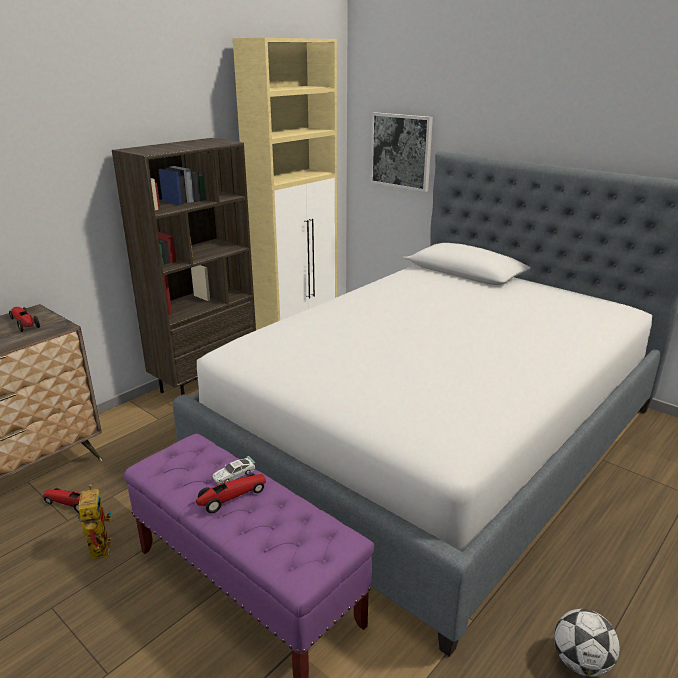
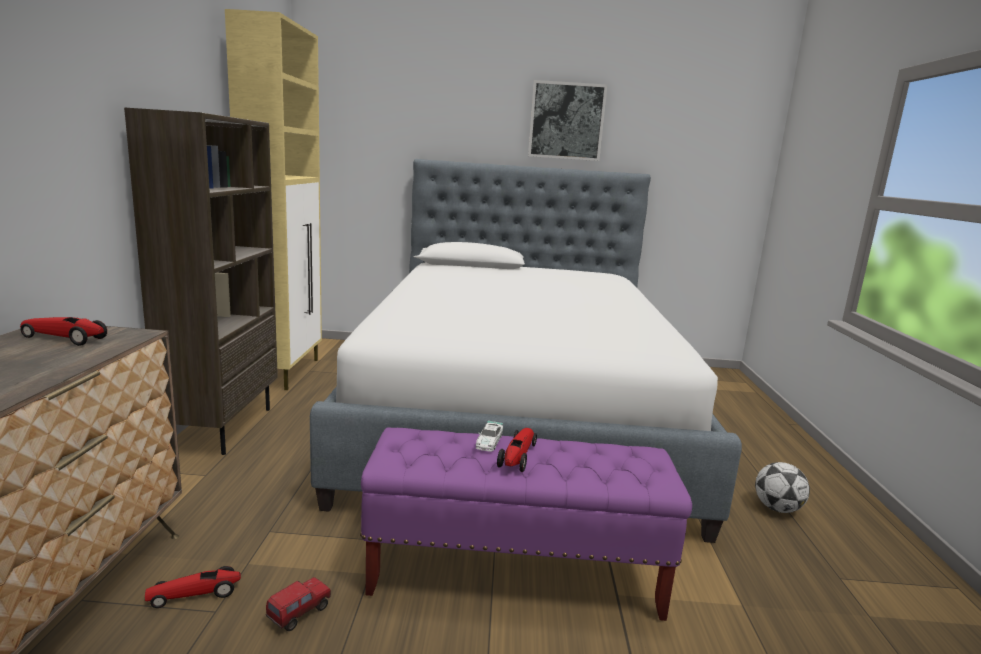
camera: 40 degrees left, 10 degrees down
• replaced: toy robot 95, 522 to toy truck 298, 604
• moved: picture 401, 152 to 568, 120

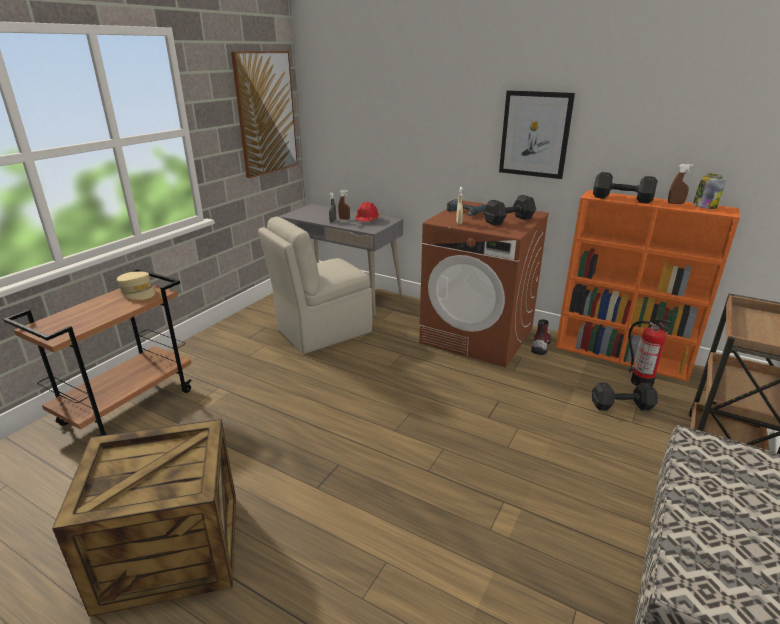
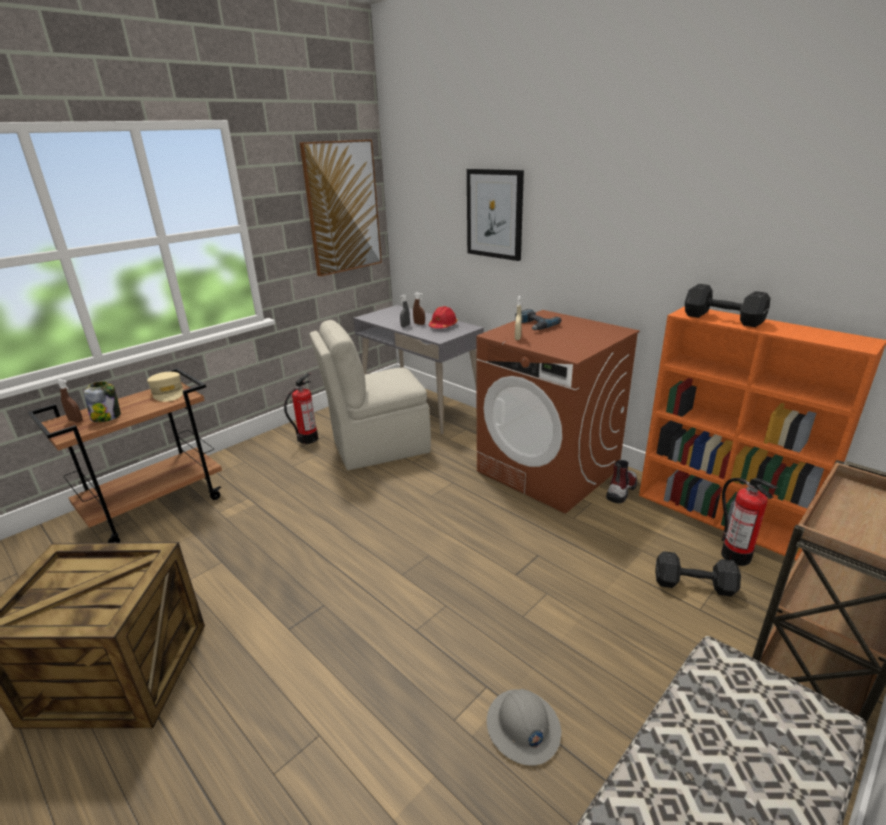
camera: 15 degrees right, 0 degrees up
• moved: brown spray bottle 680, 184 to 70, 400
• moved: jar 709, 191 to 102, 401
• added: fire extinguisher 301, 408
• moved: picture 537, 134 to 495, 215
• added: grey hard hat 524, 727
• removed: black dumbbell 509, 210

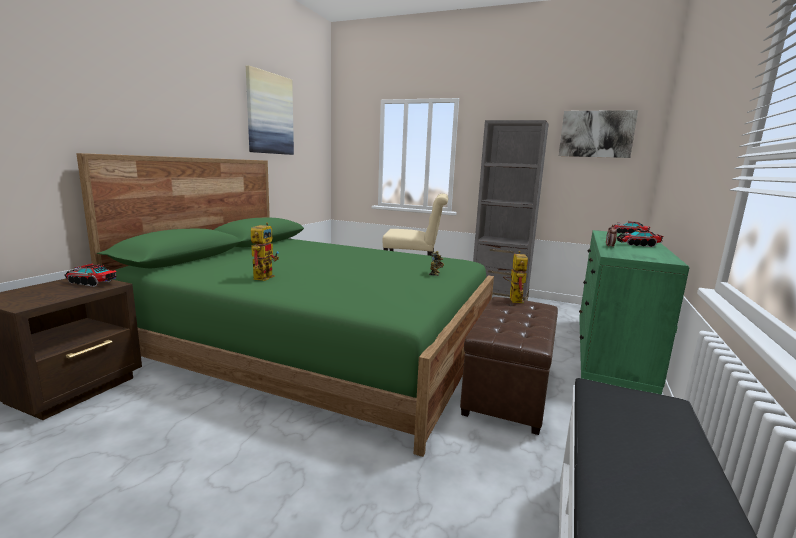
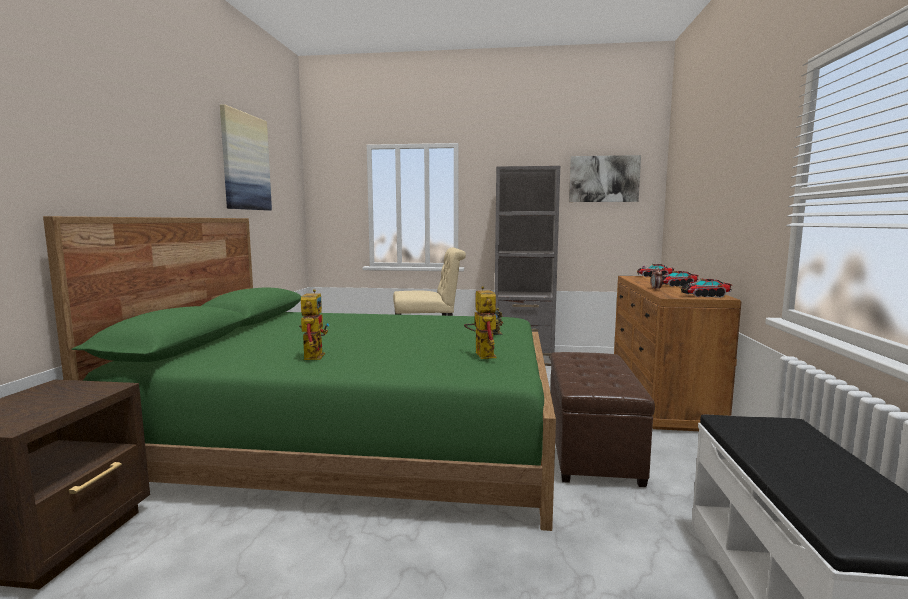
camera: 15 degrees left, 5 degrees down
• moved: toy robot 515, 277 to 480, 322
• recoloured: green dresser 634, 312 to brown dresser 678, 353
• moved: toy truck 90, 275 to 706, 288

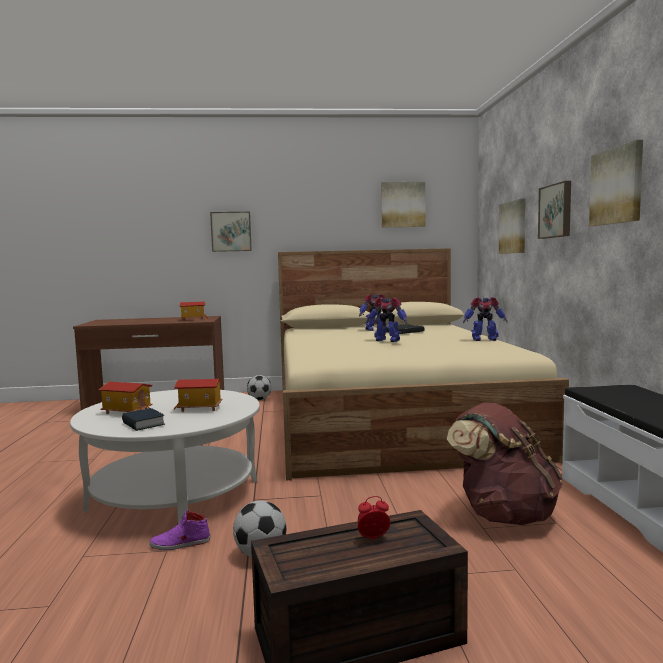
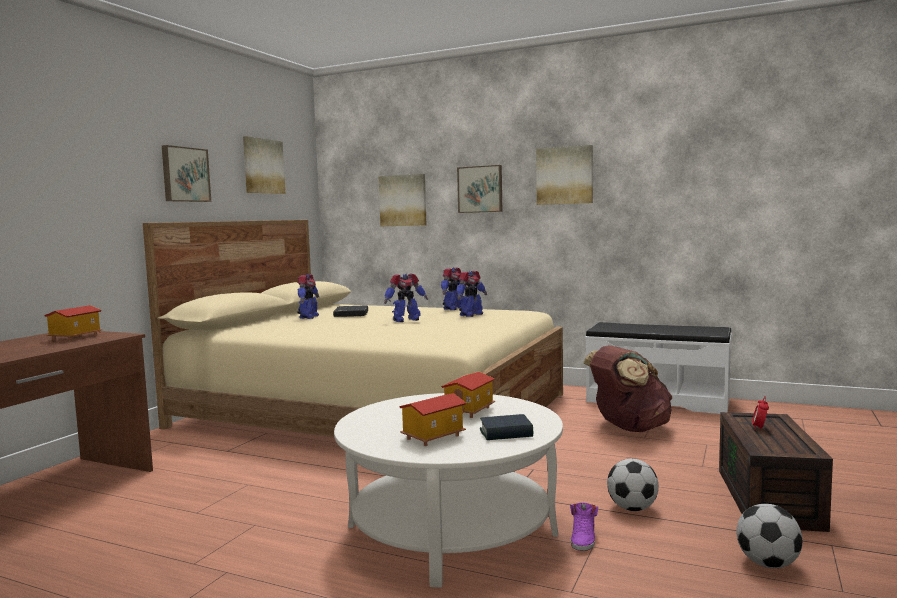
camera: 60 degrees left, 0 degrees up
• moved: picture 231, 232 to 186, 173
• added: toy robot 471, 294
• moved: football 259, 387 to 769, 536

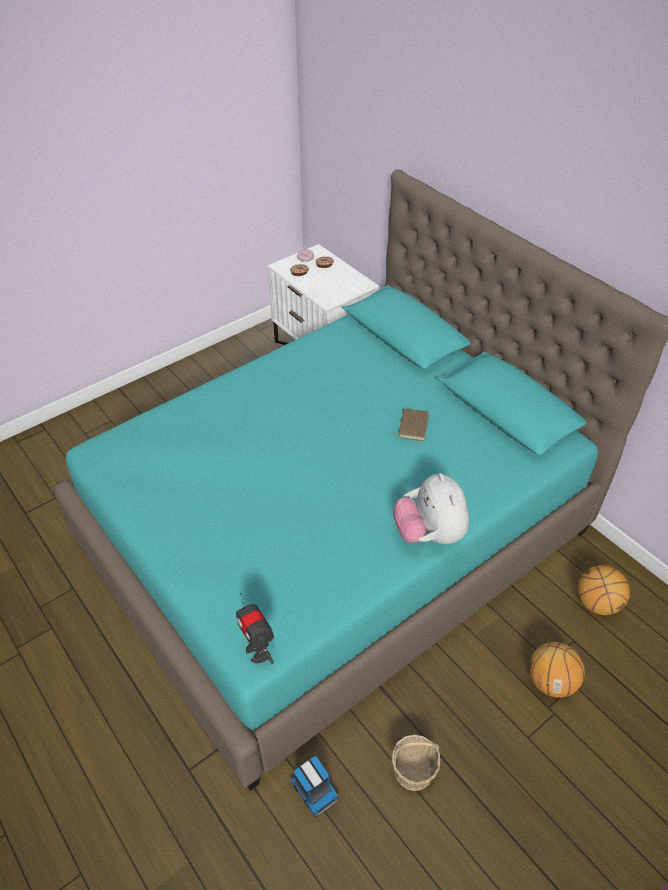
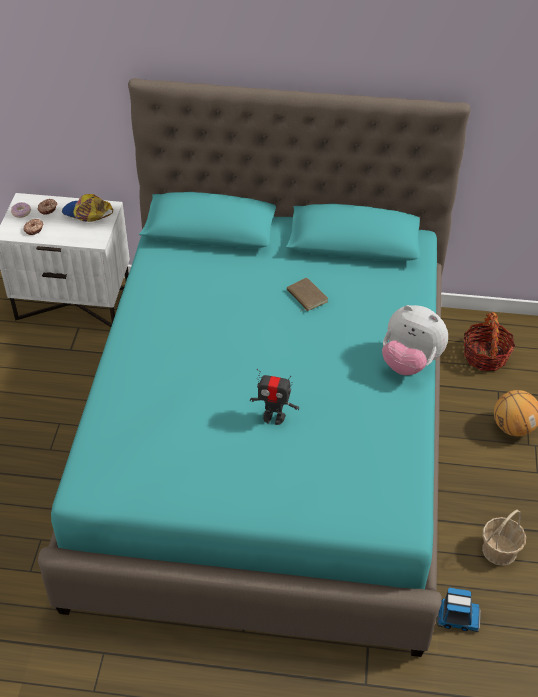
camera: 45 degrees left, 0 degrees up
• added: cap 87, 208
• moved: toy robot 255, 628 to 274, 397
• replaced: basketball 604, 590 to basket 489, 341

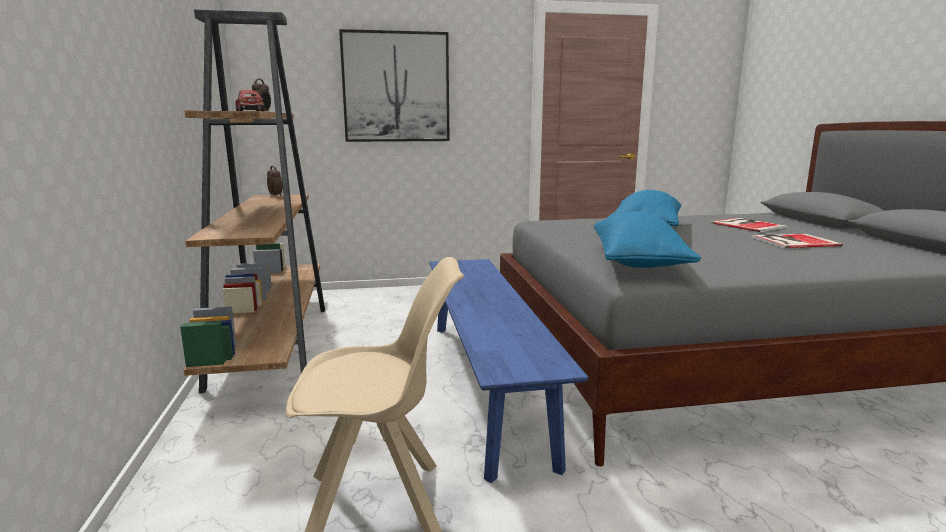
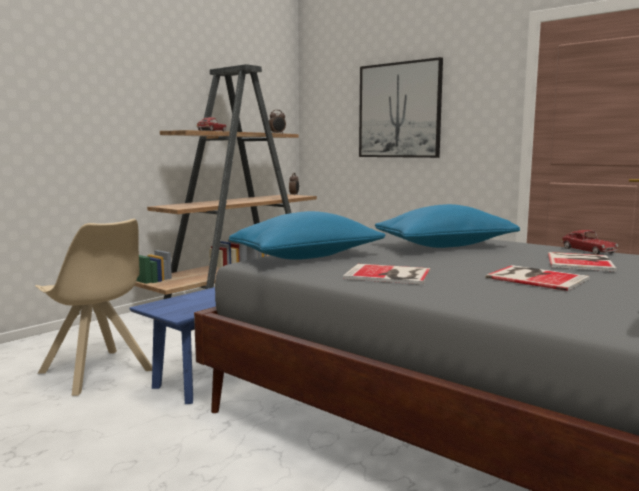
camera: 50 degrees right, 5 degrees down
• added: book 387, 274
• added: toy car 589, 242

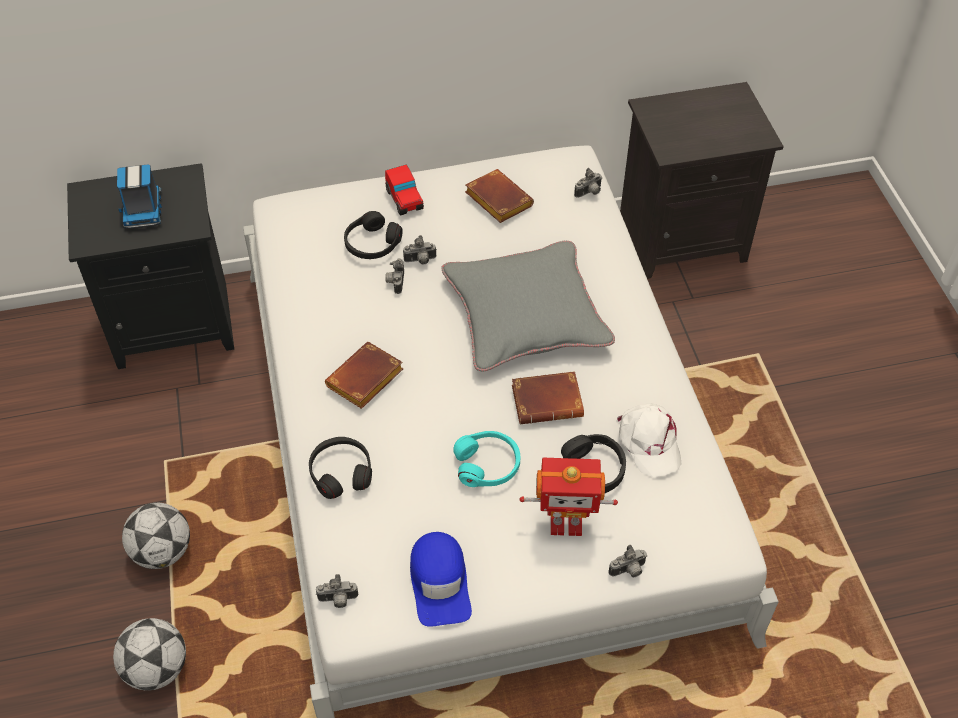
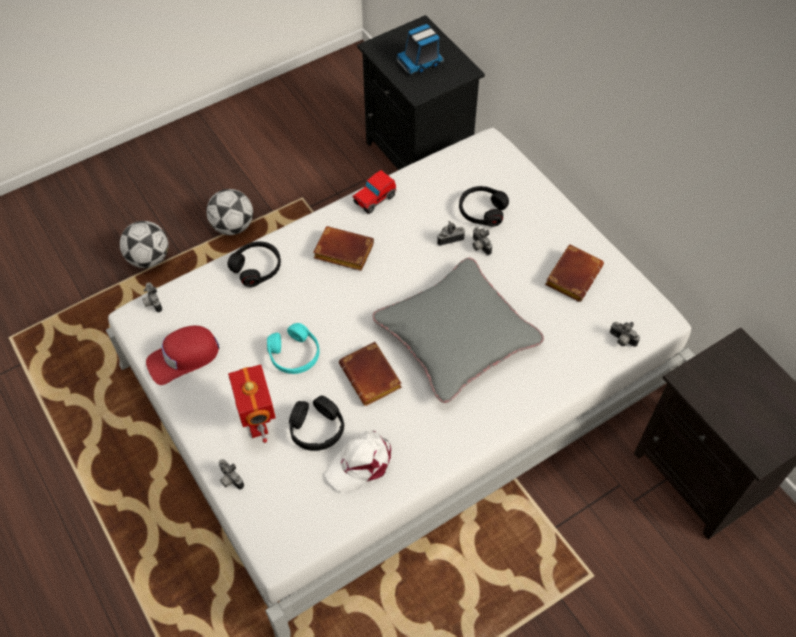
camera: 70 degrees right, 5 degrees up
• recoloured: blue cap 441, 579 to red cap 182, 355
• moved: toy car 404, 189 to 374, 192

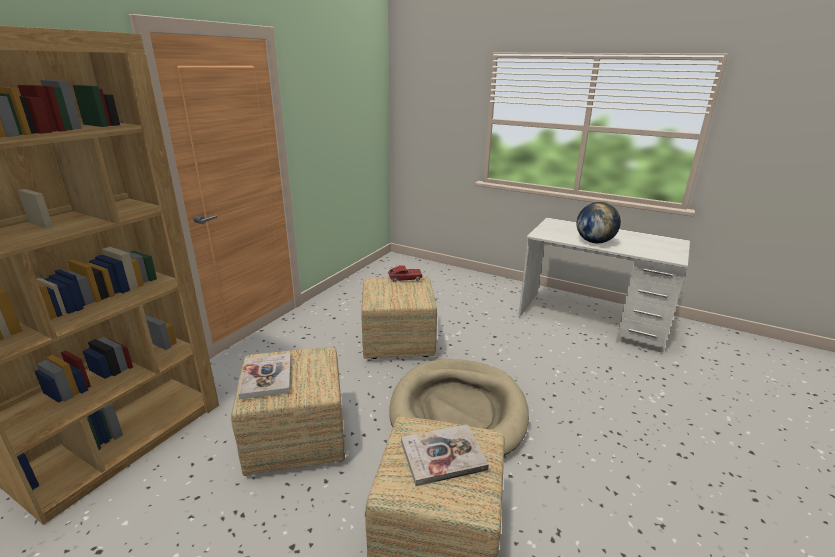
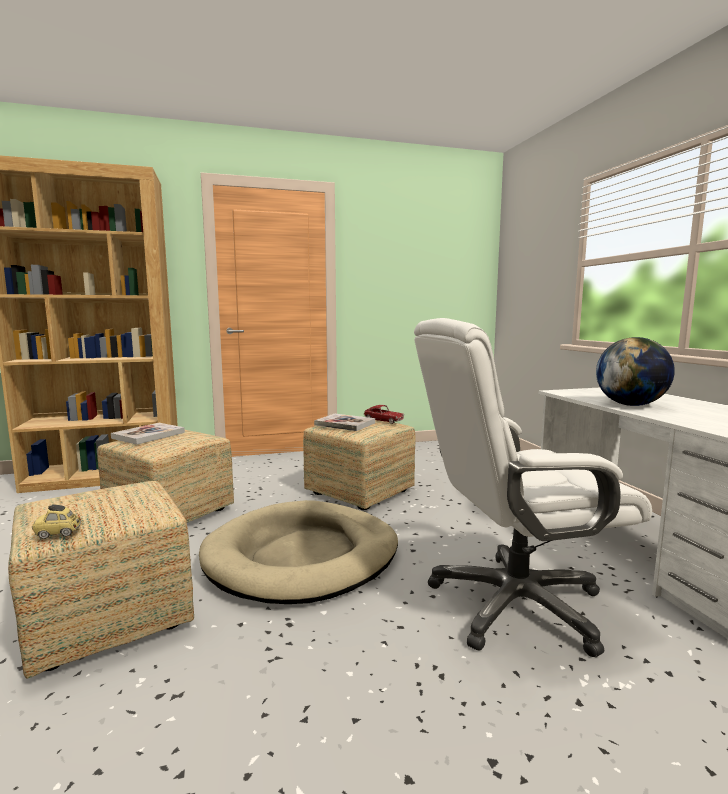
camera: 45 degrees right, 15 degrees down
• added: toy car 56, 521
• moved: book 445, 455 to 344, 422
• added: white office chair 533, 487

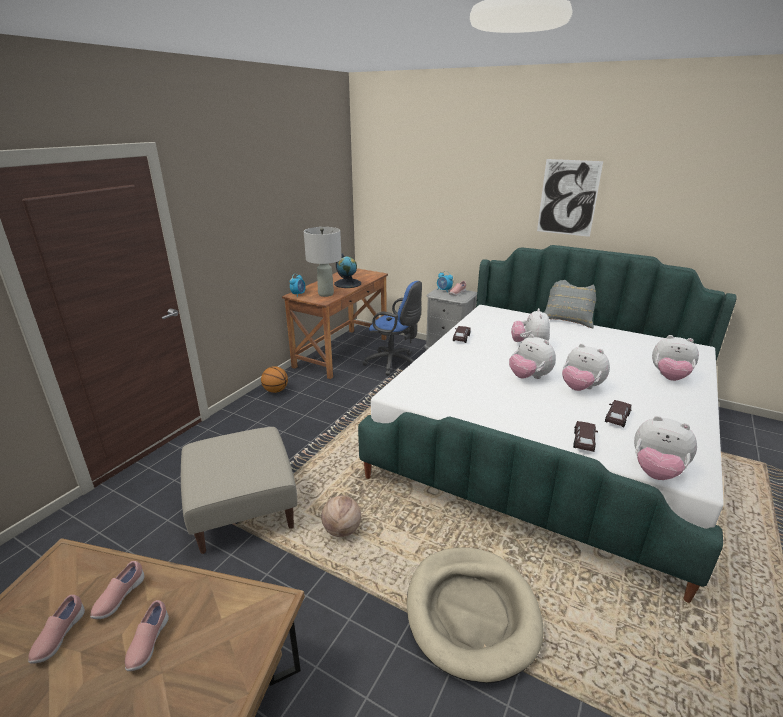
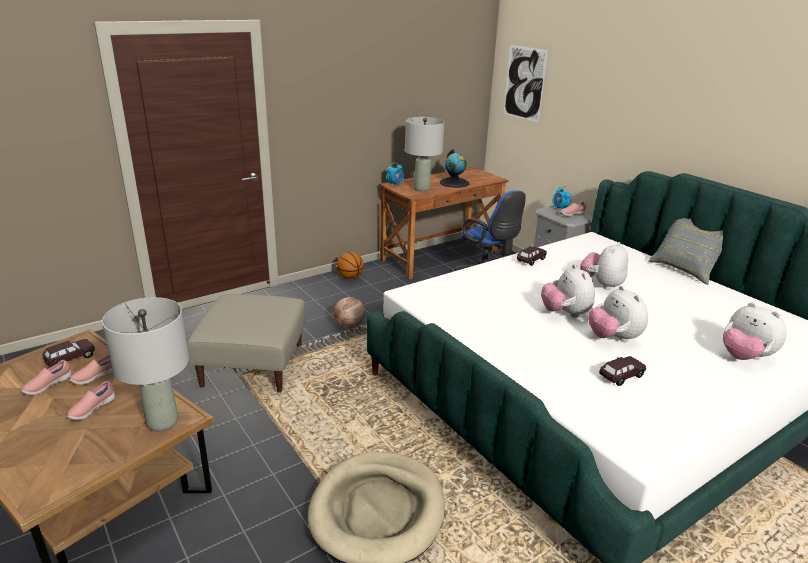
camera: 25 degrees right, 0 degrees up
• moved: brown toy car 585, 436 to 68, 352
• added: grey table lamp 145, 364
• moved: basketball 341, 516 to 349, 312
• moved: picture 570, 198 to 526, 84
• removed: plush toy 665, 448

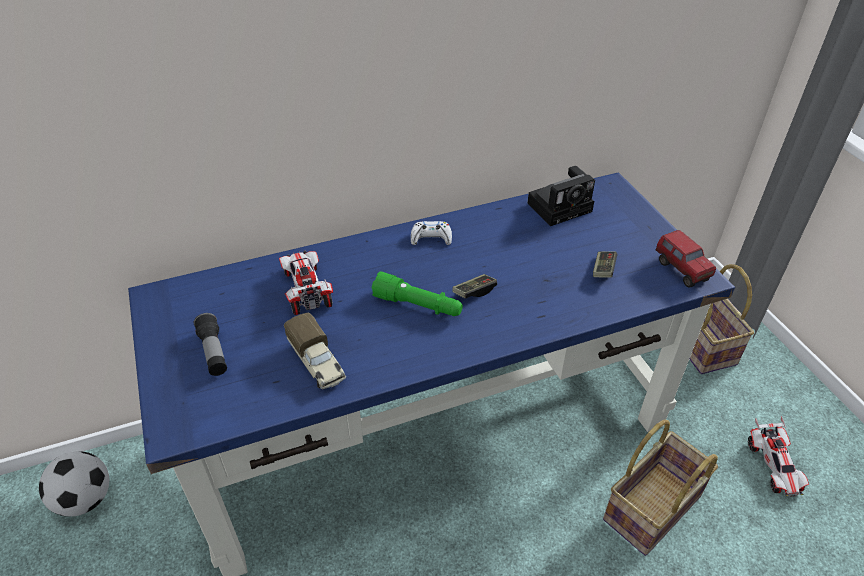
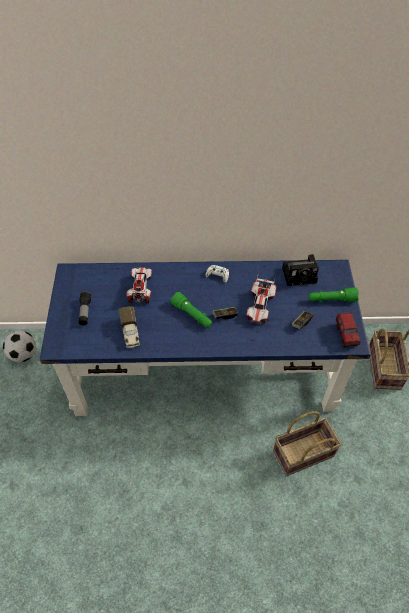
camera: 20 degrees right, 10 degrees up
• moved: toy car 778, 456 to 261, 300
• added: green flashlight 333, 294

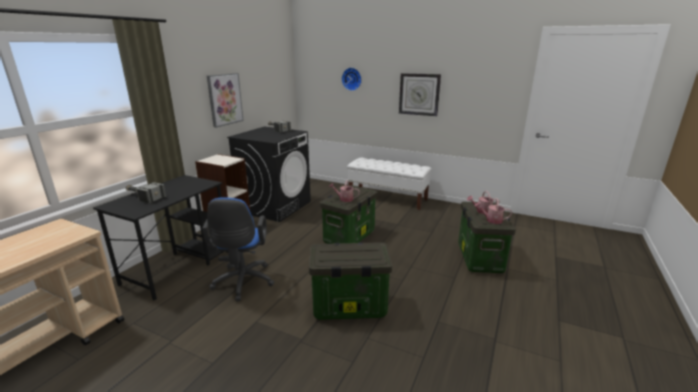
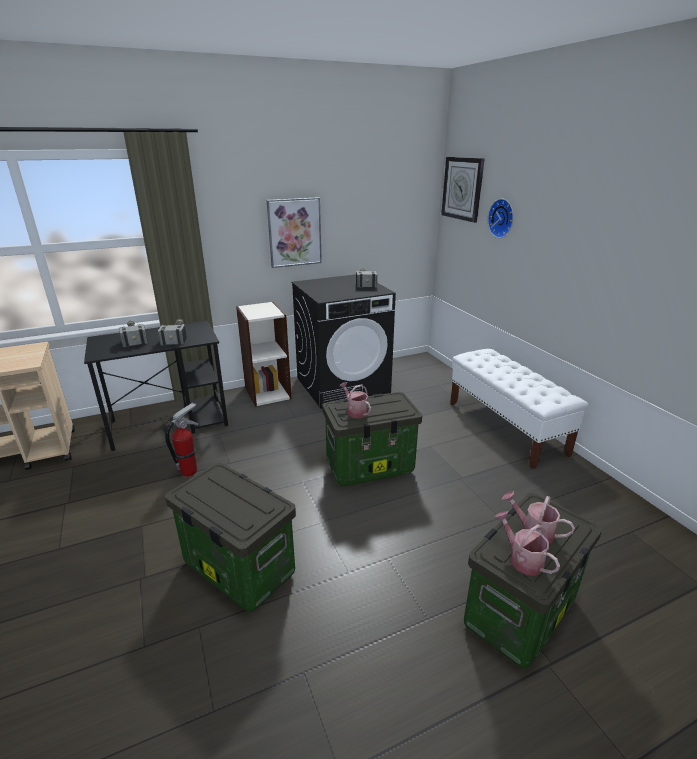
camera: 40 degrees right, 5 degrees up
• added: hammer 172, 332
• replaced: blue office chair 238, 249 to fire extinguisher 182, 440
• moved: wall clock 420, 94 to 463, 190

